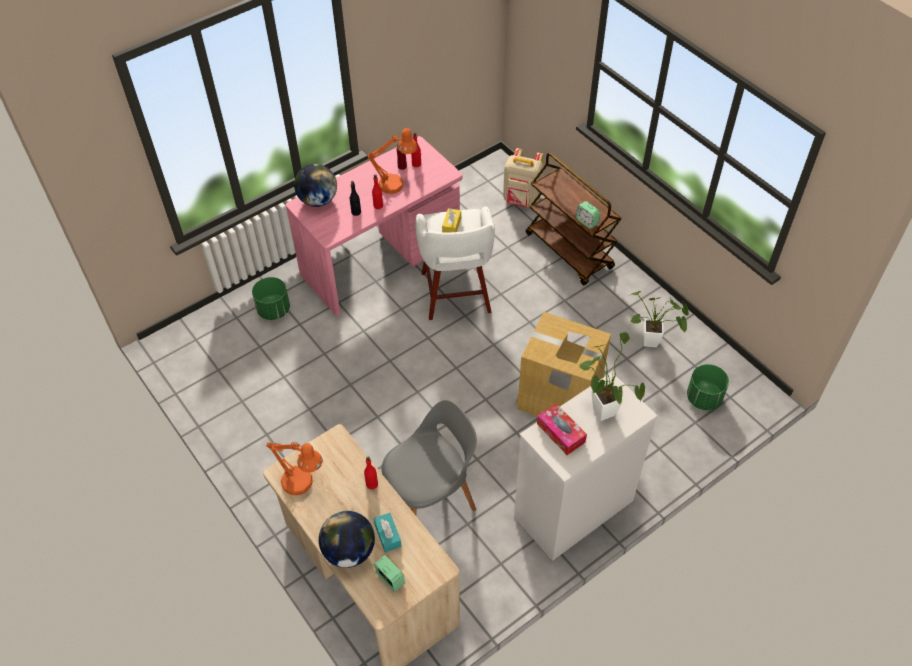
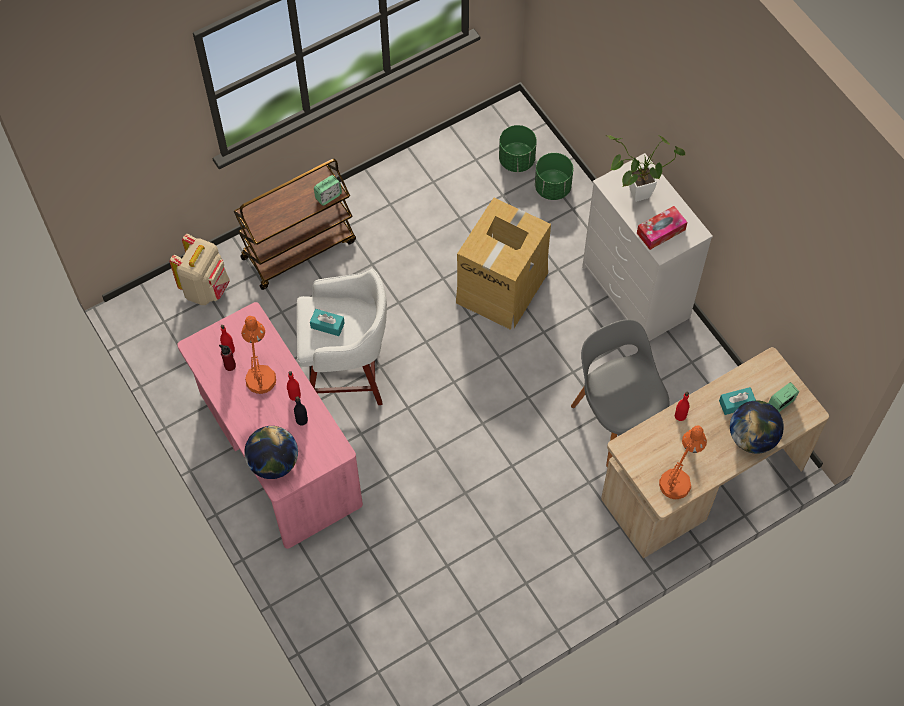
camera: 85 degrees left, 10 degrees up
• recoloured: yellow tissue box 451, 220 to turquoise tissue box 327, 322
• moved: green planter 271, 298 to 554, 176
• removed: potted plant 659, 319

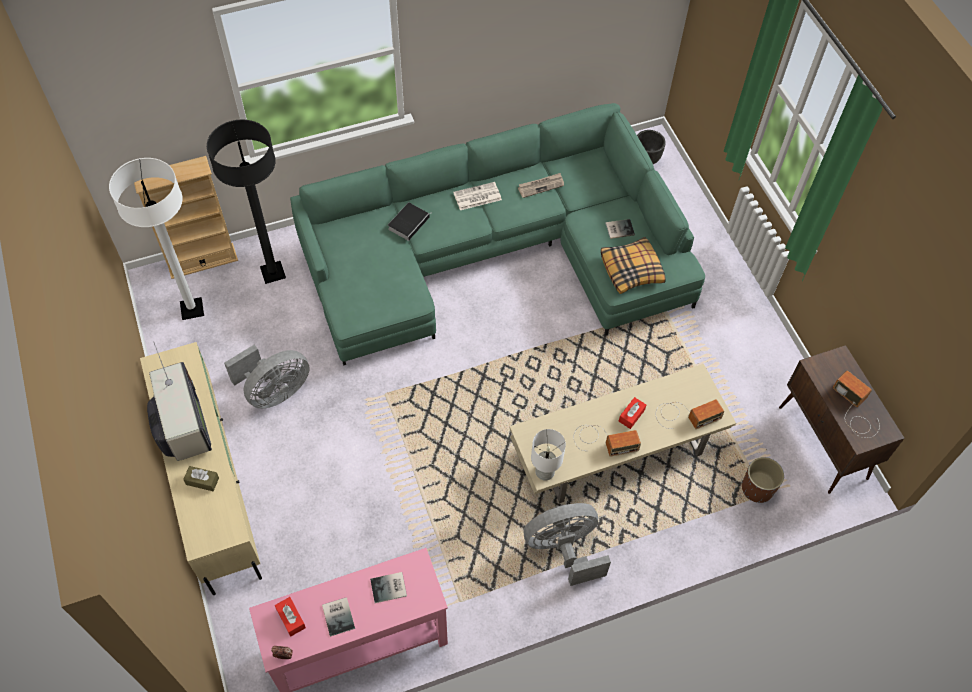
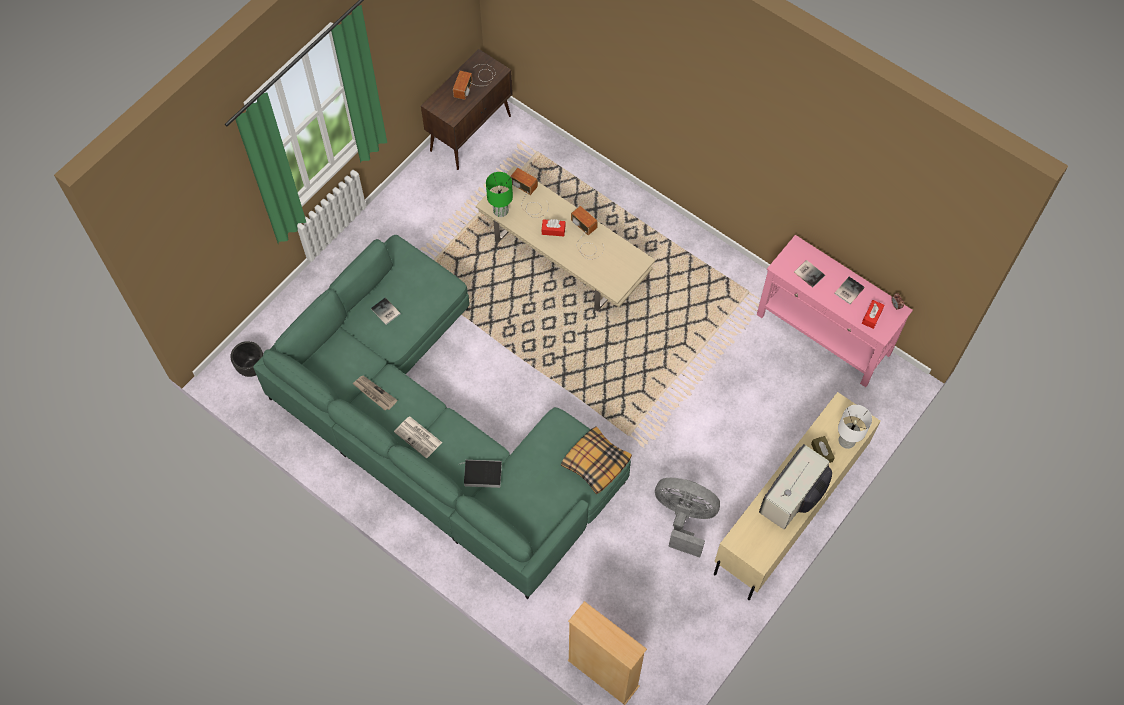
camera: 120 degrees left, 5 degrees up
• added: green table lamp 499, 194
• moved: pillow 633, 265 to 596, 460
• moved: white table lamp 548, 455 to 855, 427
• removed: white floor lamp 156, 239
• removed: black floor lamp 246, 202
• removed: grey fan 567, 544
• removed: brown planter 763, 480

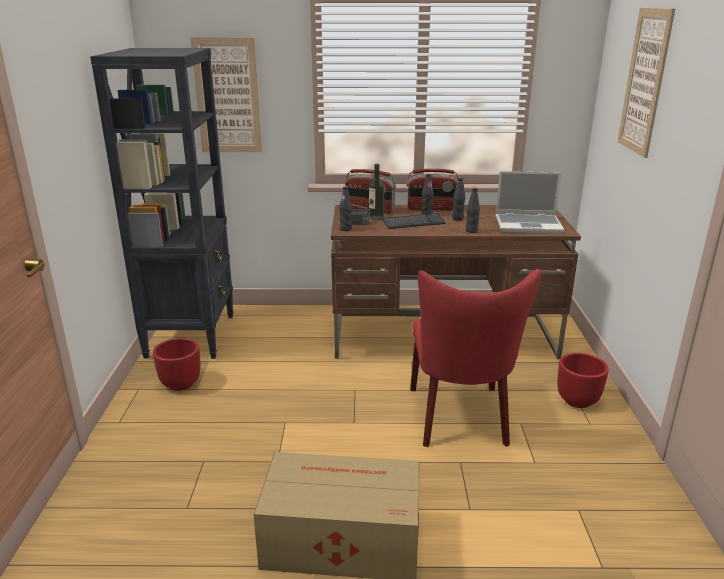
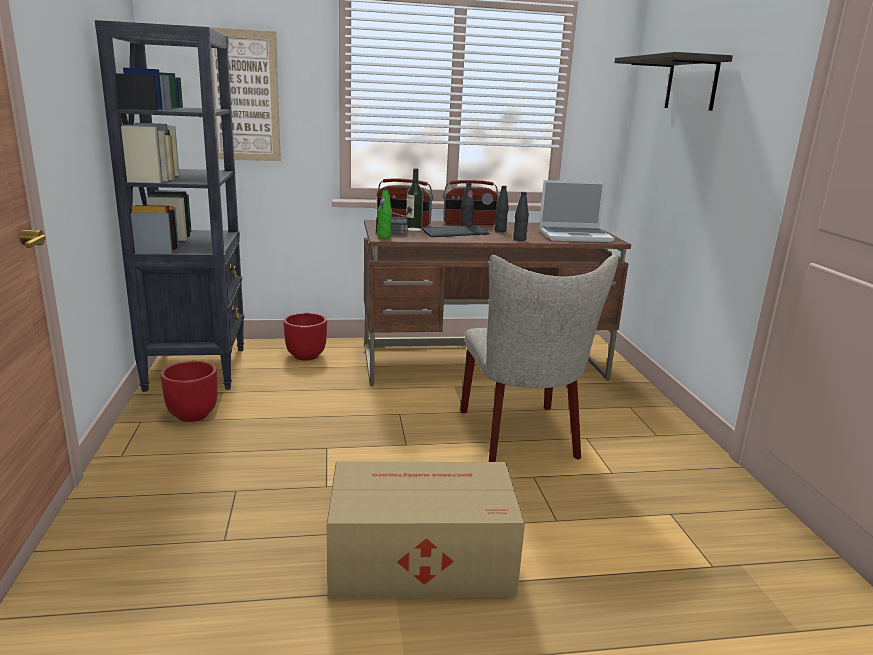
camera: 10 degrees left, 5 degrees down
• moved: red planter 583, 380 to 305, 337
• recoloured: black bottle 345, 208 to green bottle 385, 213
• recoloured: red chair 476, 358 to beige chair 539, 358
• replaced: picture 646, 83 to shelf 674, 81

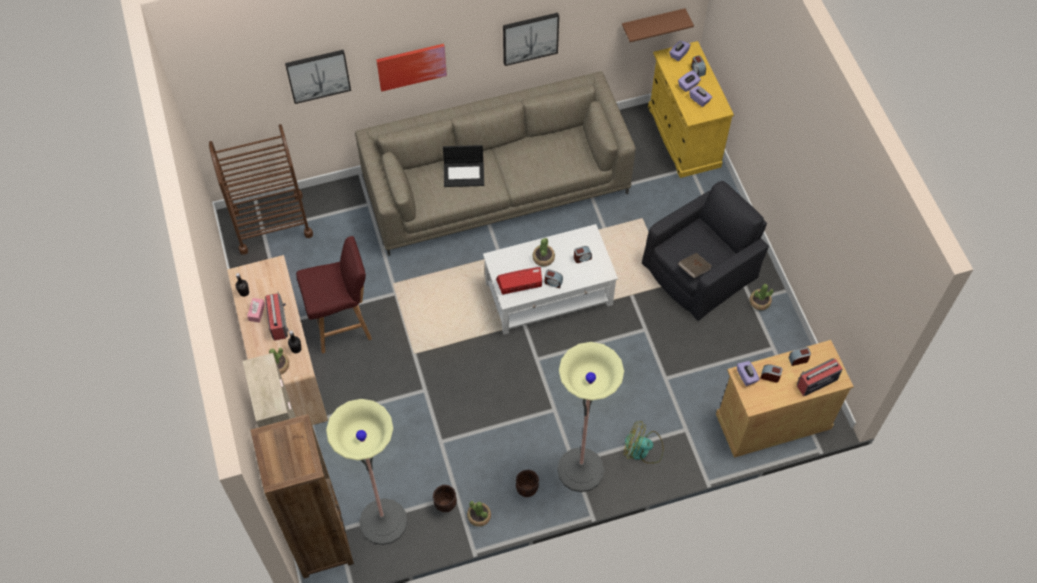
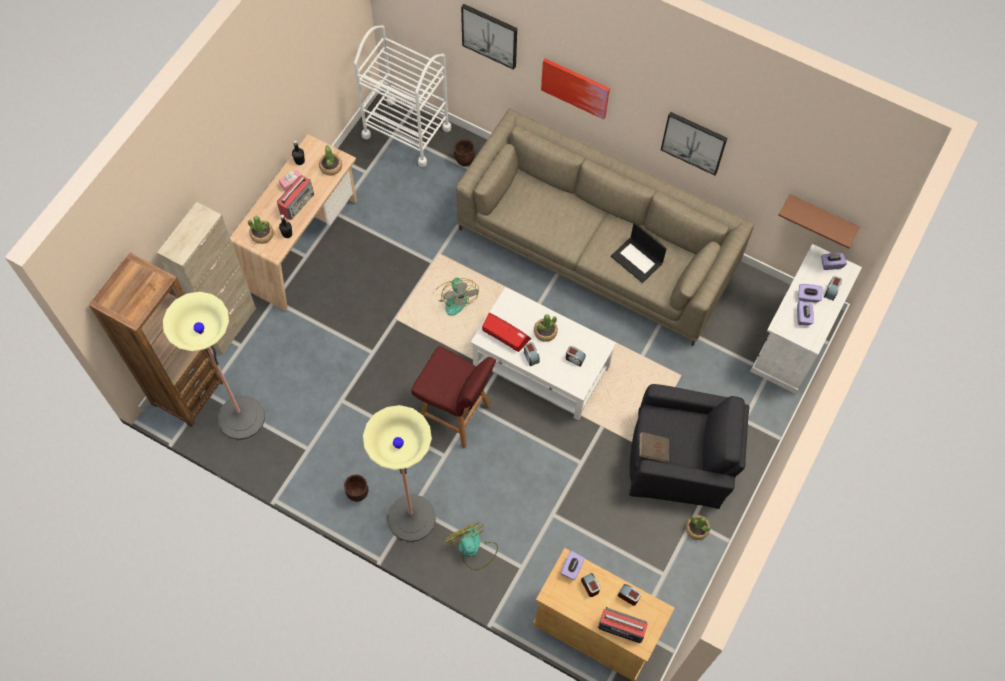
camera: 45 degrees right, 5 degrees up
• moved: potted plant 479, 514 to 330, 160
• recoloured: brown cart 261, 189 to white cart 402, 96
• moved: red stool 334, 295 to 453, 397
• added: fan 456, 297
• moved: brown planter 445, 498 to 464, 153
• moved: laptop 463, 166 to 639, 252
• recoloured: yellow cabinet 691, 109 to white cabinet 806, 319

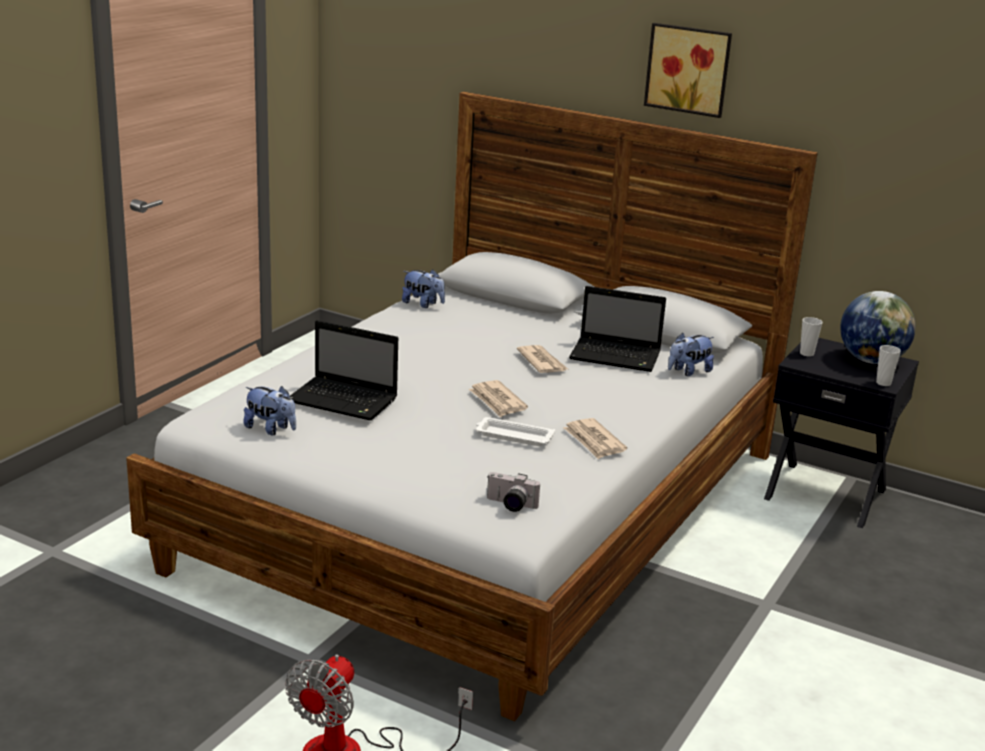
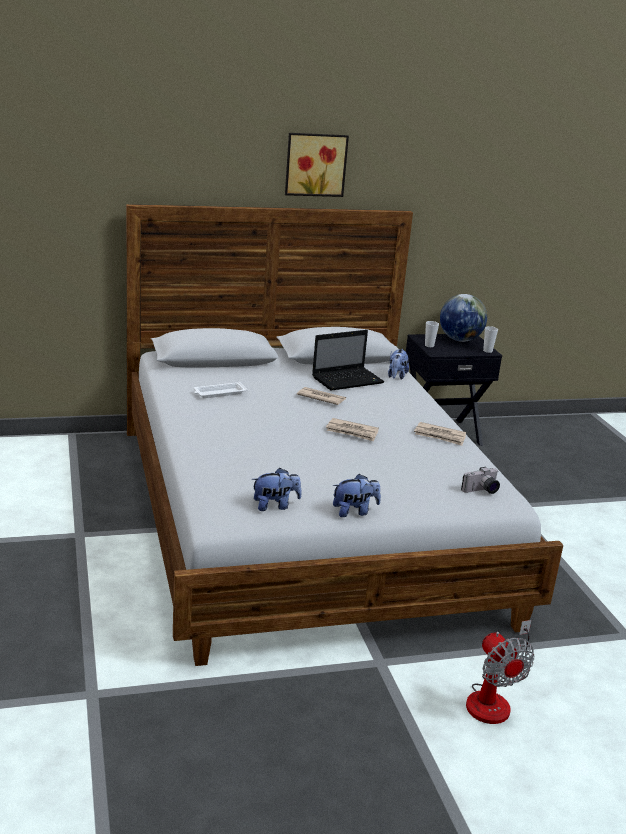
camera: 45 degrees left, 0 degrees up
• moved: white tray 515, 431 to 220, 390
• moved: plush toy 423, 288 to 357, 495
• removed: laptop 343, 370

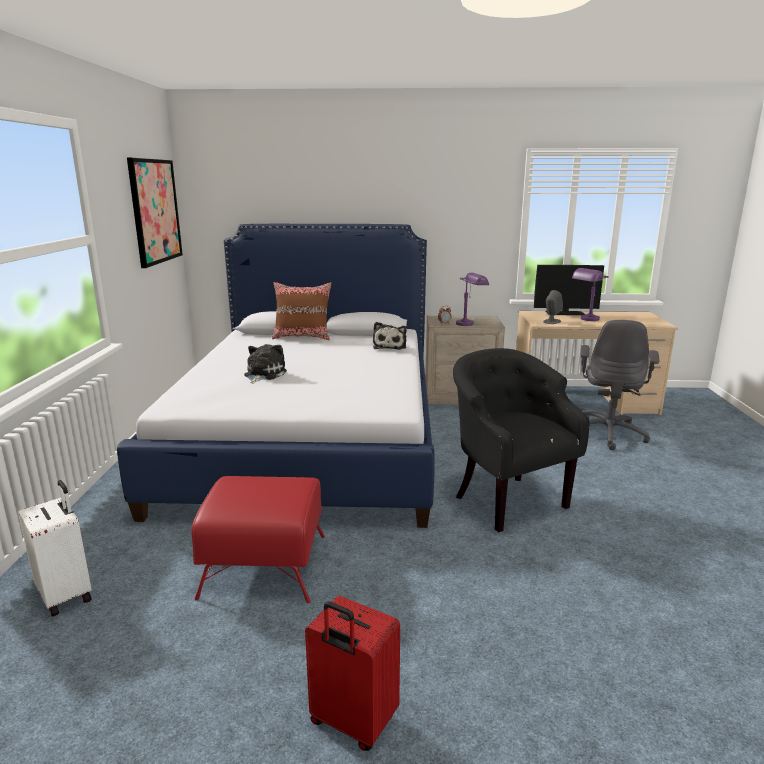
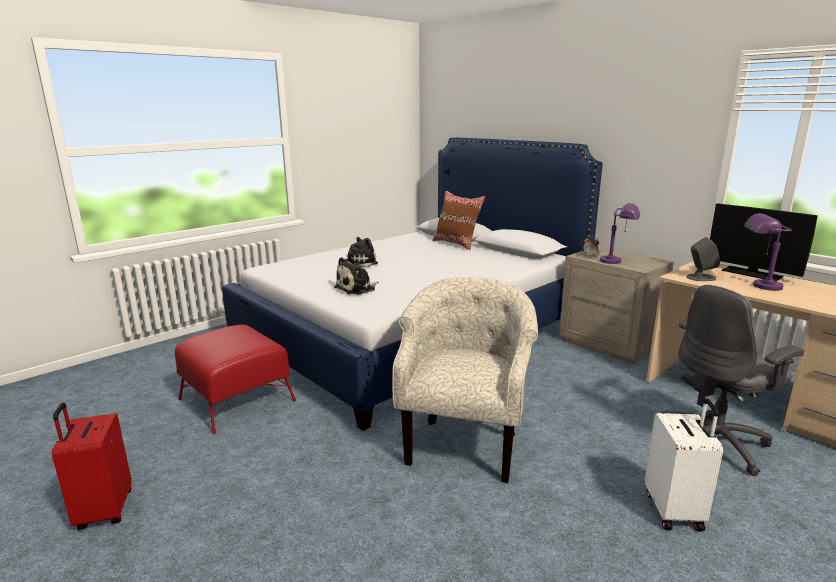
camera: 45 degrees right, 0 degrees up
• moved: plush toy 390, 336 to 356, 276
• recoloured: black armchair 521, 440 to beige armchair 465, 380
• moved: white suitcase 55, 548 to 684, 465
• removed: picture 155, 213

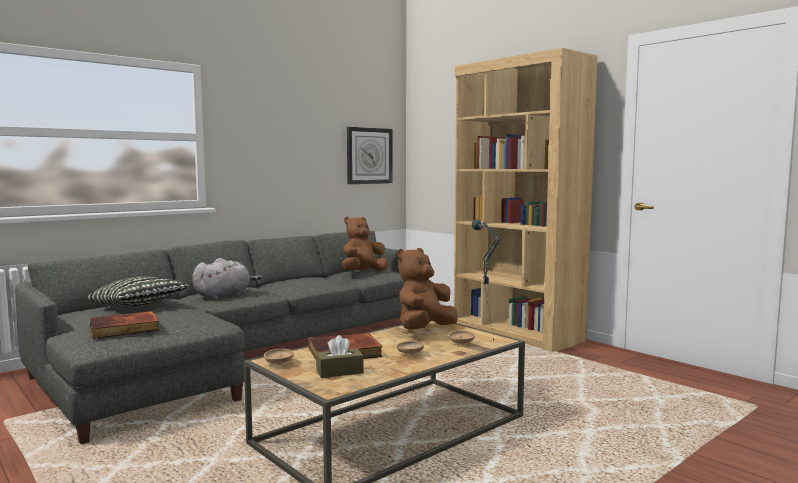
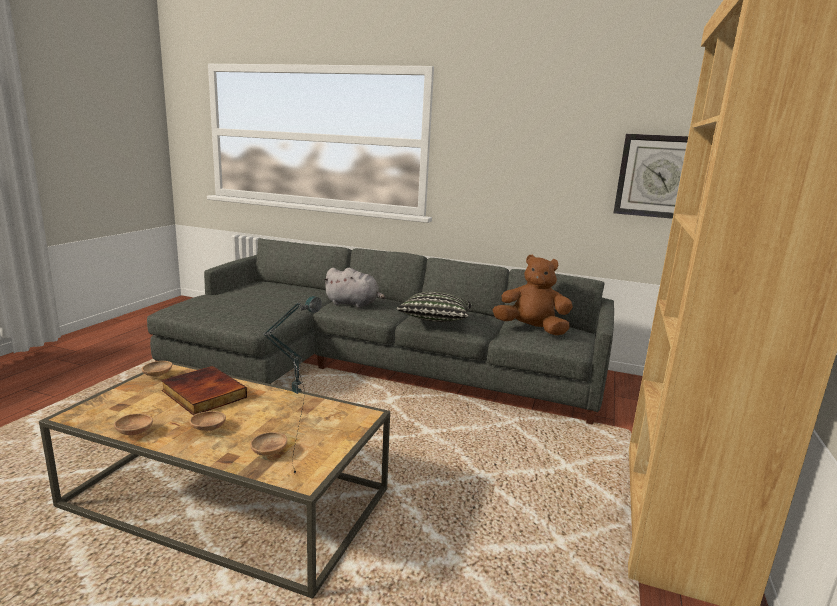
camera: 60 degrees right, 10 degrees up
• added: brown bowl 133, 425
• moved: pillow 138, 292 to 434, 307
• removed: book 125, 325
• removed: brown tissue box 340, 356
• removed: brown plush toy 427, 289

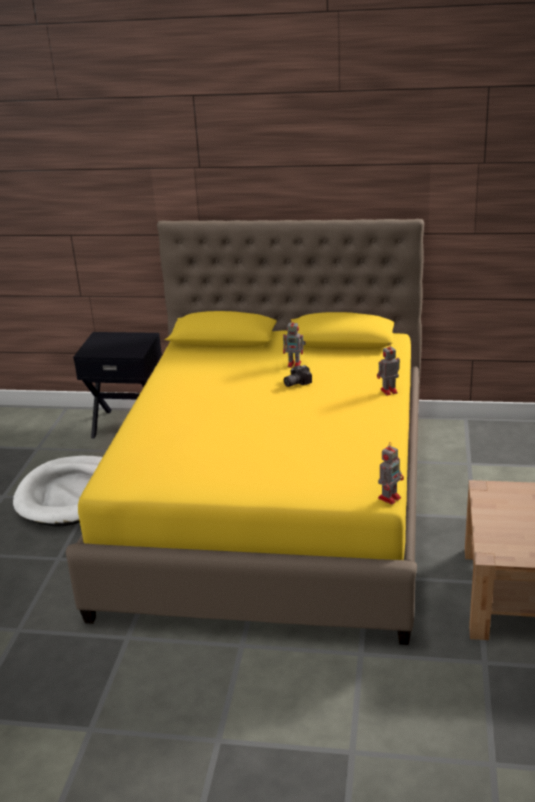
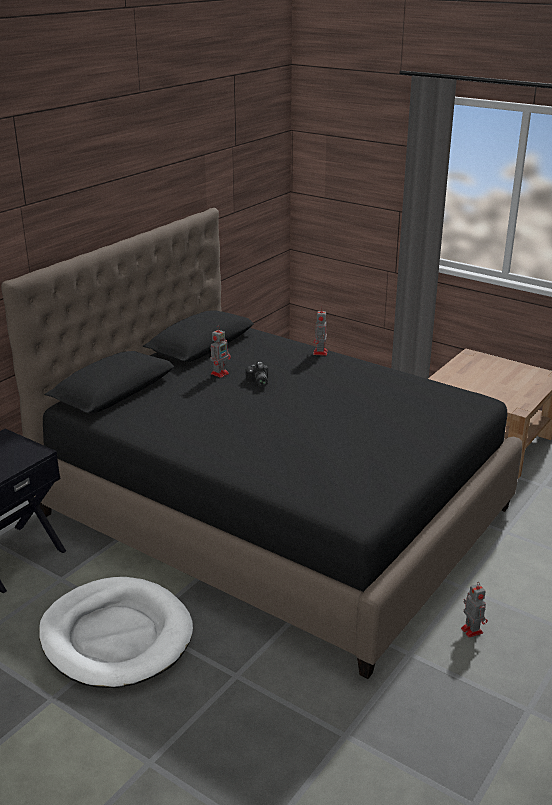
camera: 65 degrees left, 0 degrees up
• recoloured: yellow bed 245, 432 to black bed 261, 443
• moved: toy robot 391, 473 to 474, 610

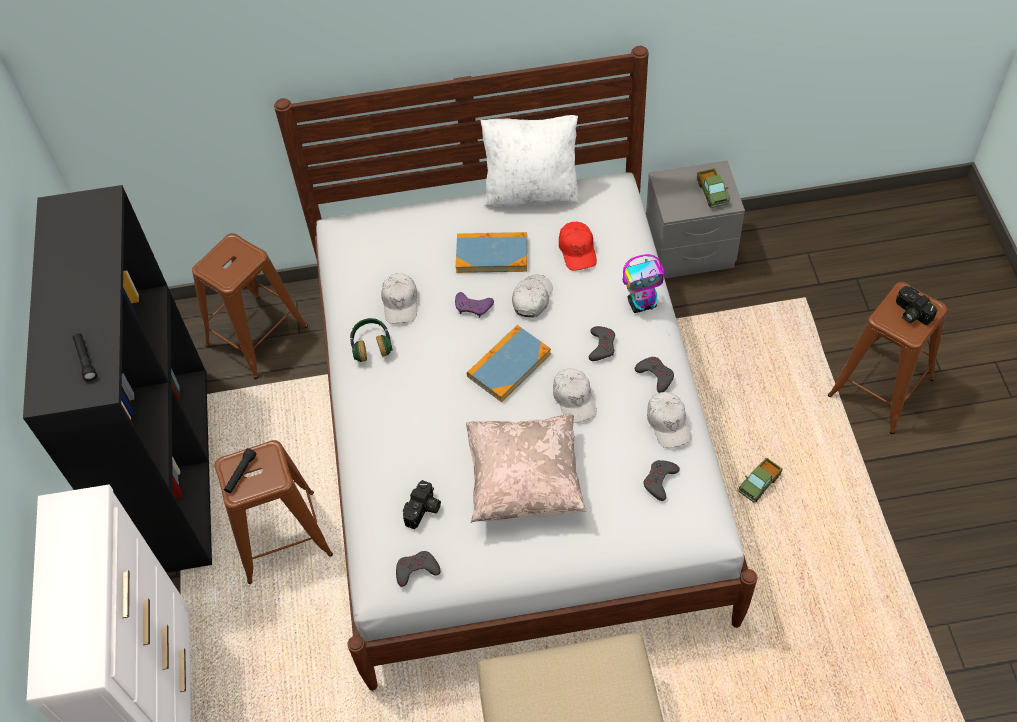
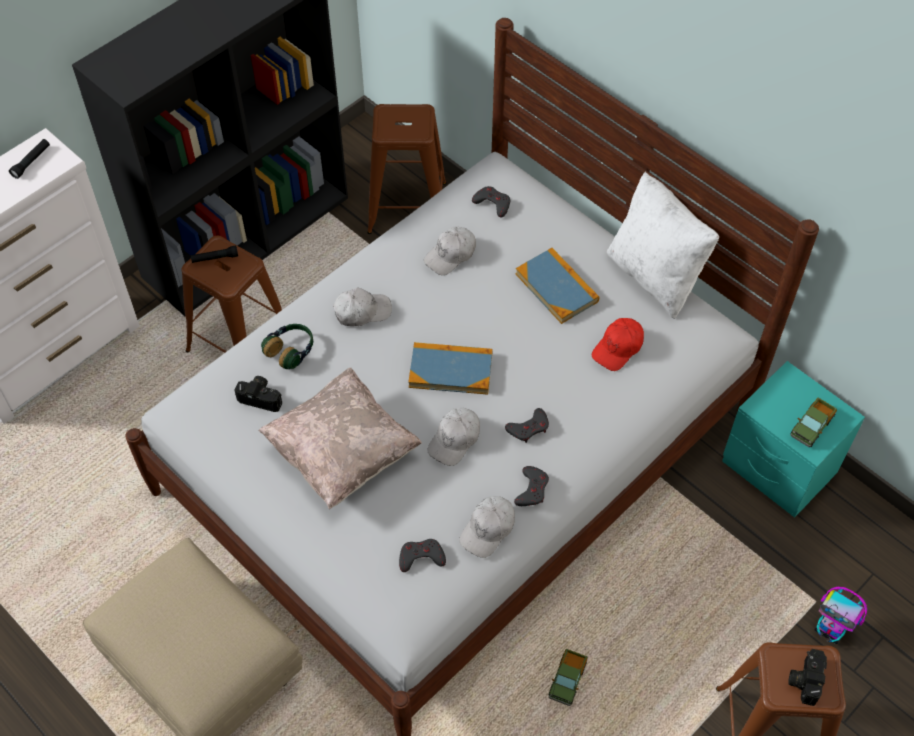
camera: 50 degrees right, 0 degrees up
• moved: black flashlight 85, 357 to 29, 159
• turned: photo camera 422, 504 = 258, 394 150 degrees counterclockwise
• moved: headphones 371, 340 to 287, 346
• moved: white cap 532, 295 to 362, 306
• moved: grey game controller 418, 569 to 491, 201
• turned: toy truck 760, 480 = 568, 677 75 degrees counterclockwise
• recoloured: grey nightstand 695, 220 to turquoise nightstand 793, 439
• moved: toy robot 643, 283 to 841, 615
• removed: purple game controller 474, 305

